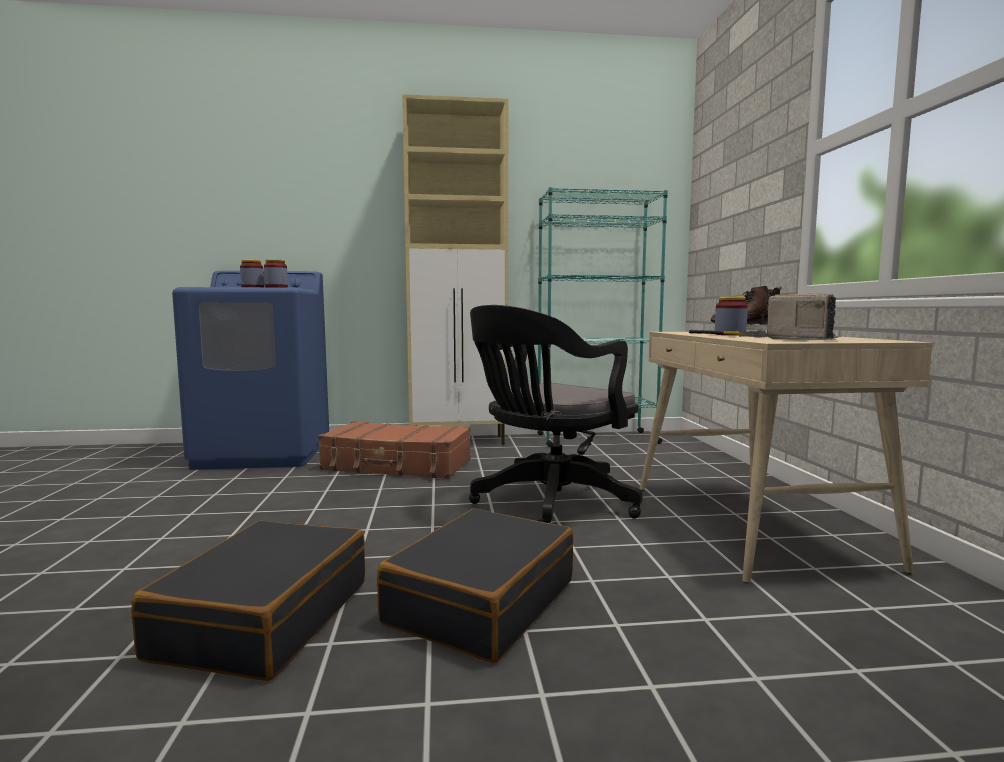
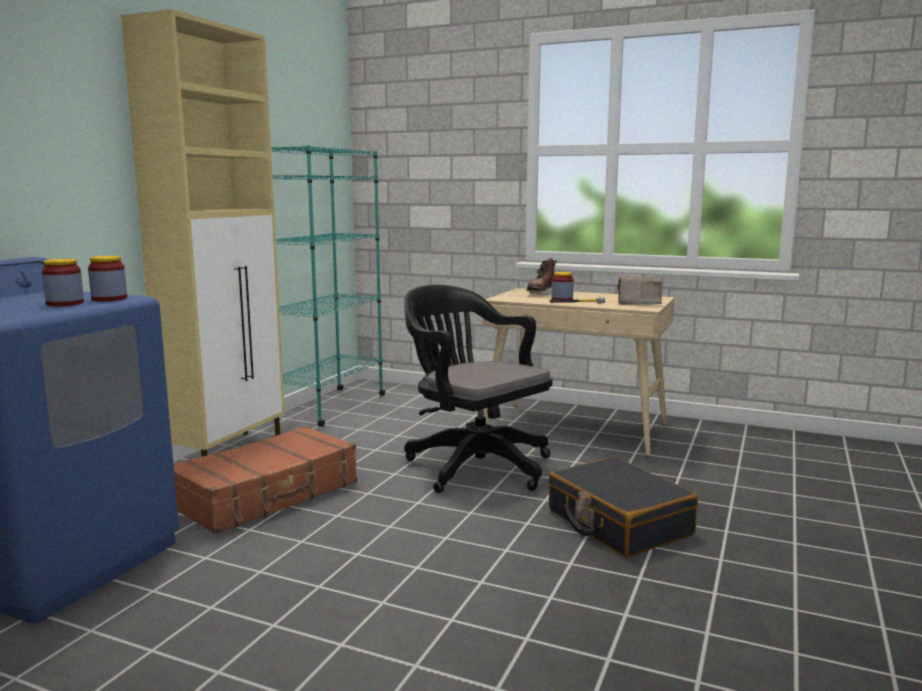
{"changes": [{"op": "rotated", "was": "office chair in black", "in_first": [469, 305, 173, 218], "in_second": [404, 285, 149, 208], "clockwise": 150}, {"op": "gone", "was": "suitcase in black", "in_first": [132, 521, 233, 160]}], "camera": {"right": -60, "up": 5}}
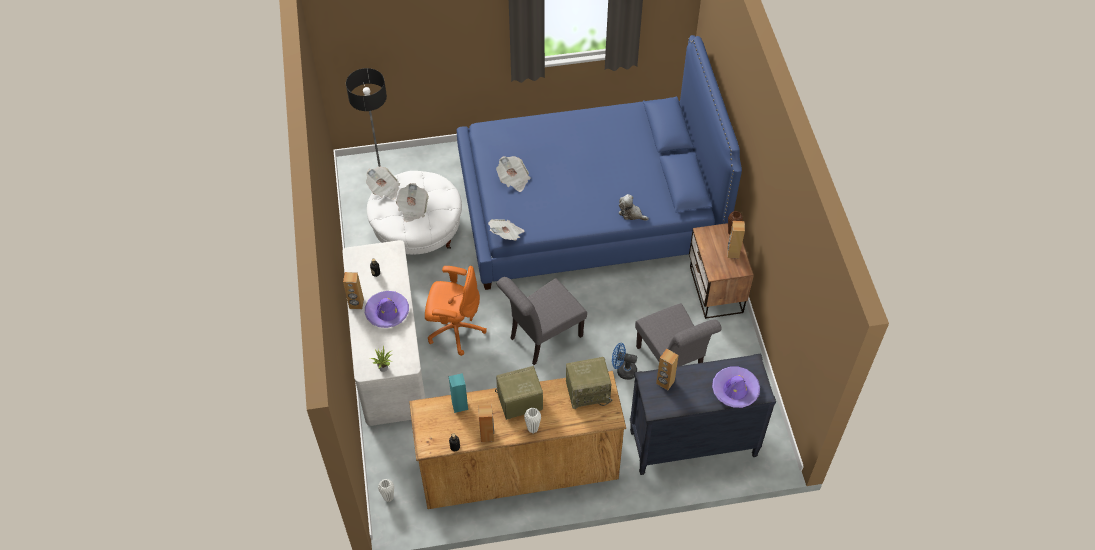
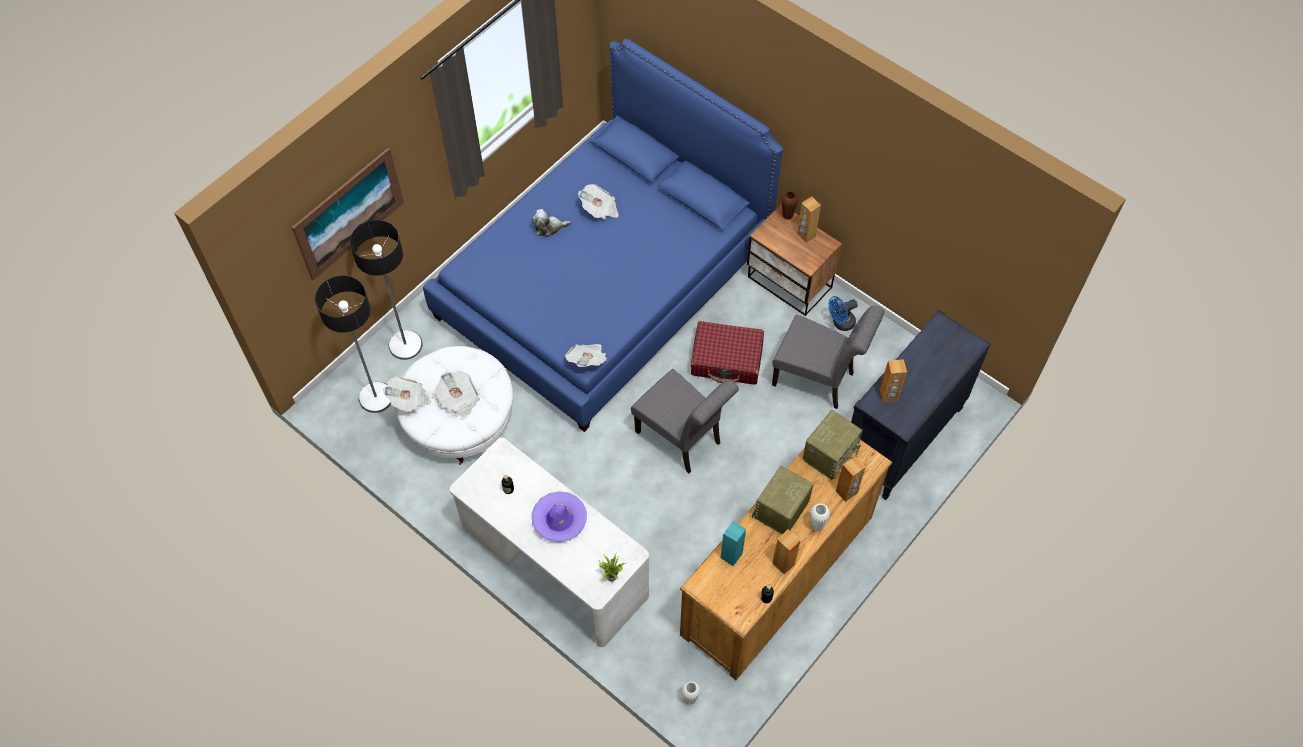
{"changes": [{"op": "shifted", "was": "newspaper", "in_first": [496, 156, 34, 36], "in_second": [578, 184, 41, 35]}, {"op": "shifted", "was": "plush toy", "in_first": [619, 194, 29, 26], "in_second": [532, 209, 39, 28]}, {"op": "gone", "was": "office chair in orange", "in_first": [425, 266, 62, 90]}, {"op": "shifted", "was": "speaker in brown", "in_first": [343, 272, 21, 37], "in_second": [836, 456, 30, 46]}, {"op": "rotated", "was": "chair in grey", "in_first": [497, 277, 90, 88], "in_second": [631, 369, 108, 104], "clockwise": -60}, {"op": "shifted", "was": "fan in blue", "in_first": [612, 343, 25, 37], "in_second": [829, 296, 29, 35]}, {"op": "gone", "was": "hat in purple", "in_first": [712, 366, 48, 42]}, {"op": "new", "now": "picture", "in_second": [292, 148, 112, 132]}, {"op": "new", "now": "floor lamp", "in_second": [350, 220, 73, 140]}, {"op": "new", "now": "suitcase in red", "in_second": [691, 321, 73, 64]}], "camera": {"right": -40, "up": 5}}
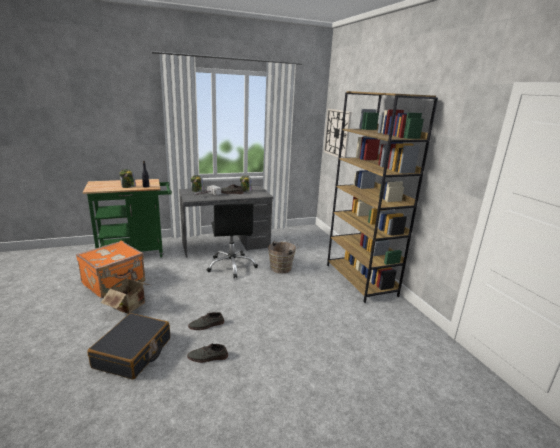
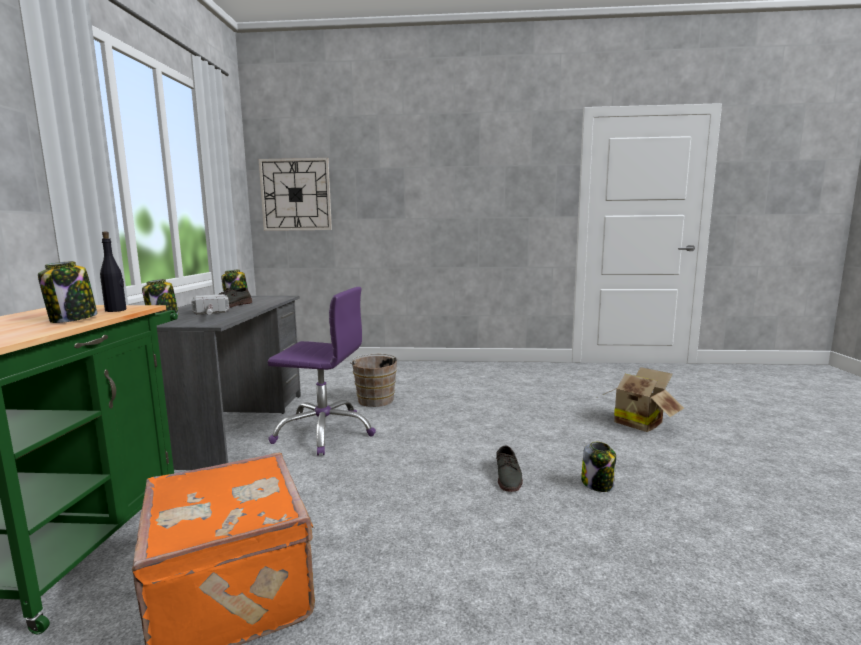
{"changes": [{"op": "gone", "was": "bookcase in brown", "in_first": [327, 91, 111, 212]}, {"op": "repainted", "was": "office chair in black", "now": "office chair in purple", "in_first": [206, 202, 52, 76], "in_second": [268, 287, 108, 168]}, {"op": "shifted", "was": "cardboard box", "in_first": [101, 276, 48, 38], "in_second": [603, 367, 81, 65]}, {"op": "gone", "was": "suitcase in black", "in_first": [87, 313, 83, 67]}, {"op": "swapped", "was": "shoe in grey", "now": "jar", "in_first": [187, 342, 41, 21], "in_second": [581, 442, 35, 50]}], "camera": {"right": -65, "up": -10}}
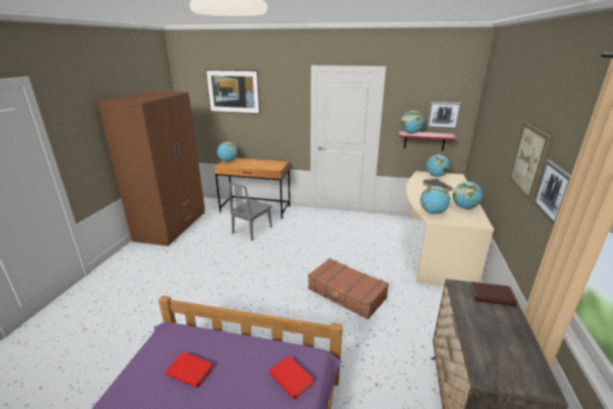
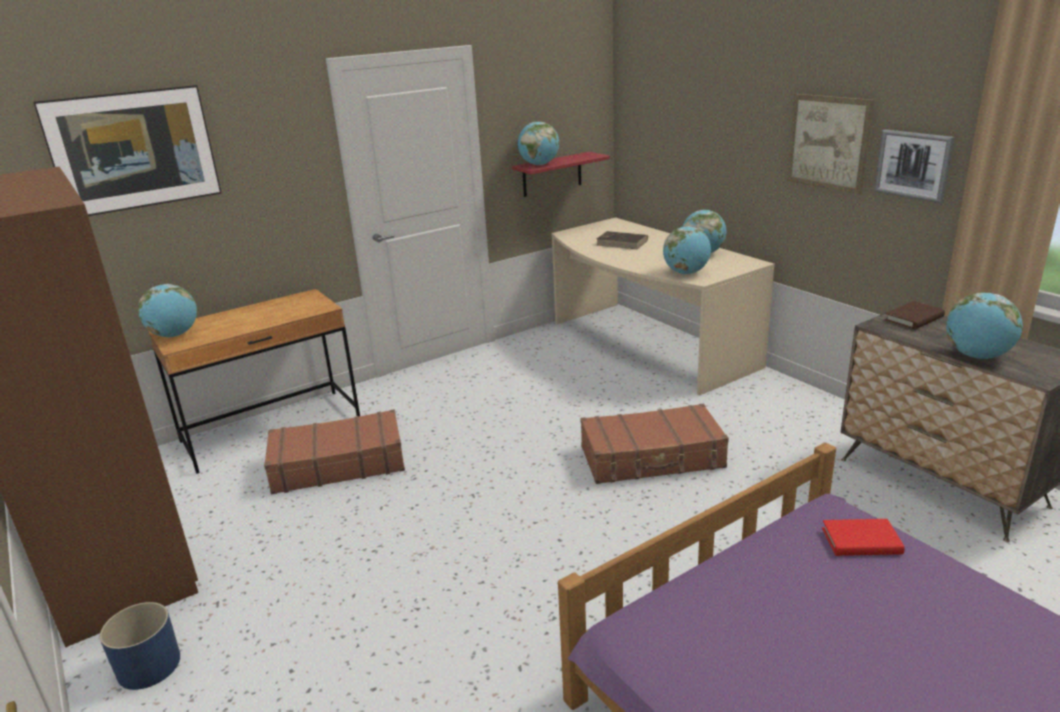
{"changes": [{"op": "gone", "was": "picture", "in_first": [427, 102, 35, 27]}, {"op": "shifted", "was": "globe", "in_first": [426, 155, 24, 22], "in_second": [946, 293, 77, 66]}, {"op": "swapped", "was": "chair in grey", "now": "suitcase in brown", "in_first": [229, 182, 43, 59], "in_second": [264, 409, 141, 85]}, {"op": "gone", "was": "book in red", "in_first": [166, 352, 47, 36]}, {"op": "new", "now": "planter in blue", "in_second": [100, 602, 80, 88]}], "camera": {"right": -45, "up": 0}}
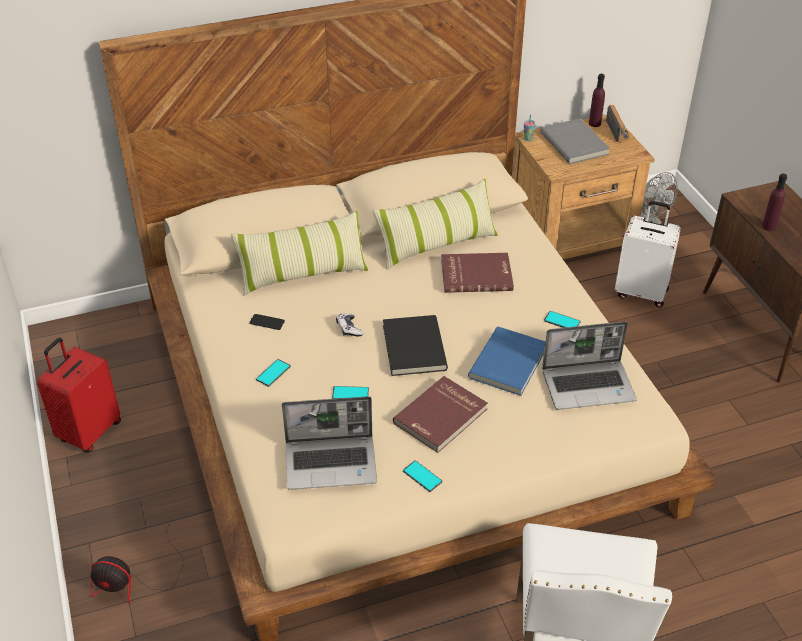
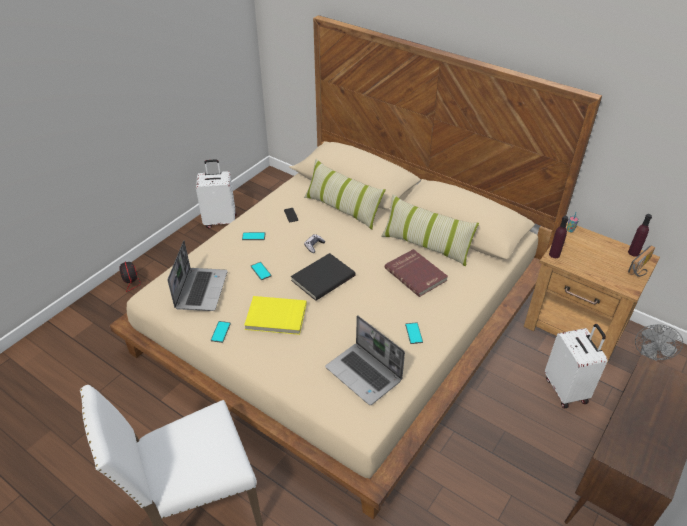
{"changes": [{"op": "gone", "was": "book in grey", "in_first": [540, 118, 70, 46]}, {"op": "shifted", "was": "bottle in purple", "in_first": [762, 174, 25, 57], "in_second": [549, 216, 19, 42]}, {"op": "gone", "was": "book in blue", "in_first": [468, 327, 78, 69]}, {"op": "repainted", "was": "suitcase in red", "now": "suitcase in white", "in_first": [37, 337, 84, 116], "in_second": [196, 159, 41, 69]}, {"op": "repainted", "was": "book in red", "now": "book in yellow", "in_first": [393, 376, 95, 77], "in_second": [244, 296, 63, 39]}, {"op": "rotated", "was": "laptop", "in_first": [282, 396, 95, 94], "in_second": [168, 241, 60, 70], "clockwise": -135}], "camera": {"right": 55, "up": 0}}
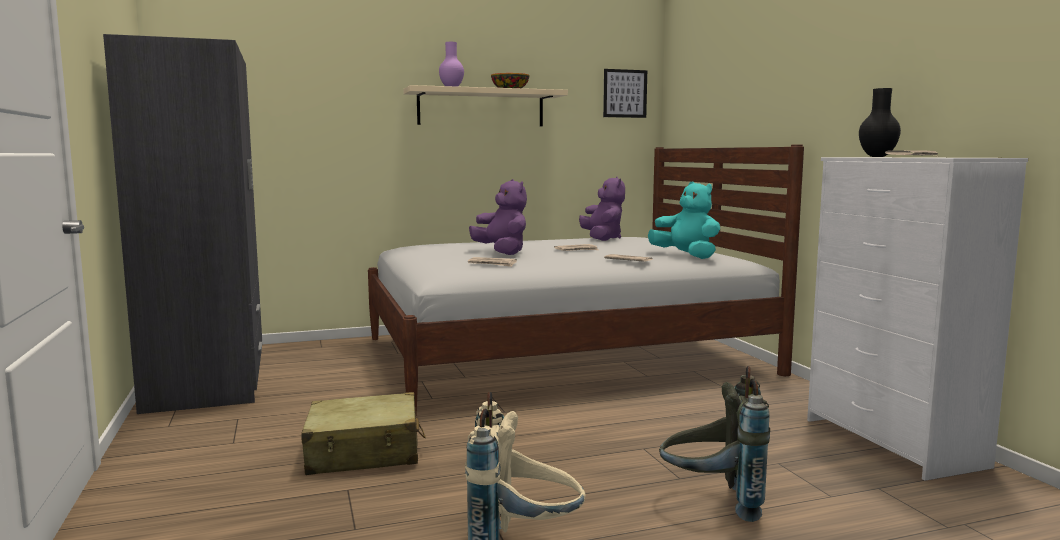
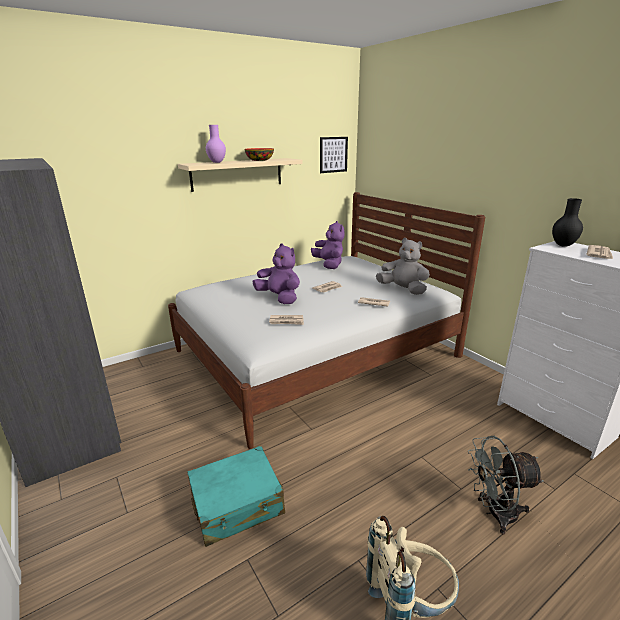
{"changes": [{"op": "repainted", "was": "plush toy in turquoise", "now": "plush toy in grey", "in_first": [648, 182, 72, 77], "in_second": [376, 238, 54, 57]}, {"op": "swapped", "was": "backpack in grey", "now": "fan in grey", "in_first": [659, 366, 111, 156], "in_second": [468, 436, 76, 99]}, {"op": "repainted", "was": "suitcase in beige", "now": "suitcase in turquoise", "in_first": [301, 392, 125, 83], "in_second": [187, 446, 98, 101]}], "camera": {"right": -15, "up": 15}}
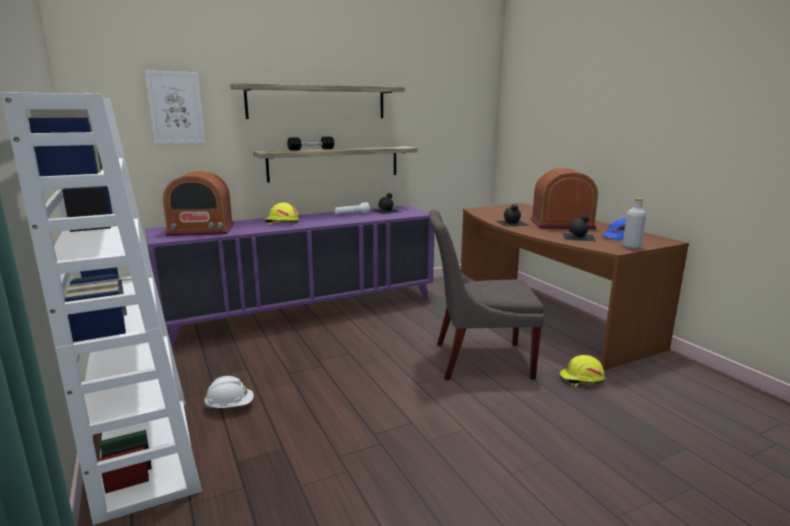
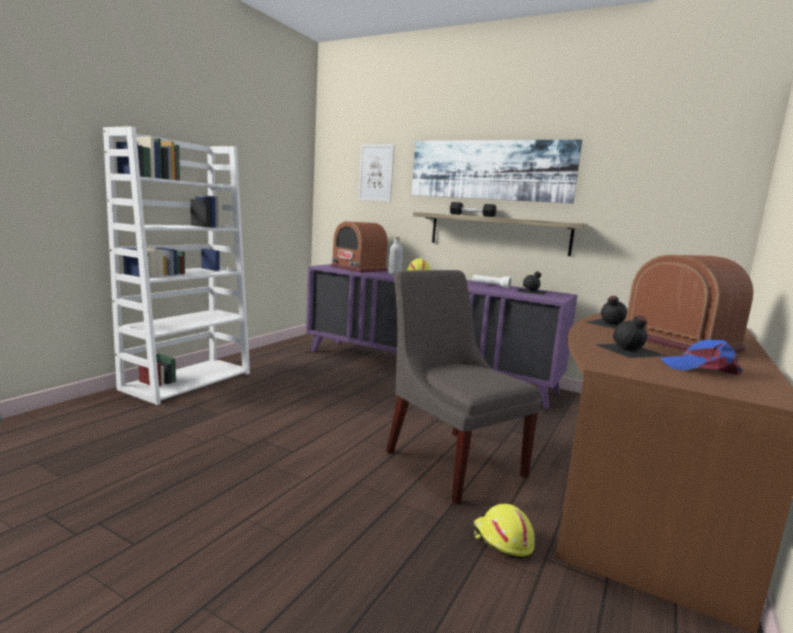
{"changes": [{"op": "swapped", "was": "shelf", "now": "picture", "in_first": [230, 83, 175, 36], "in_second": [412, 140, 170, 63]}, {"op": "shifted", "was": "bottle in grey", "in_first": [623, 198, 23, 51], "in_second": [388, 237, 15, 38]}, {"op": "gone", "was": "hard hat in white", "in_first": [204, 376, 50, 33]}], "camera": {"right": 55, "up": -5}}
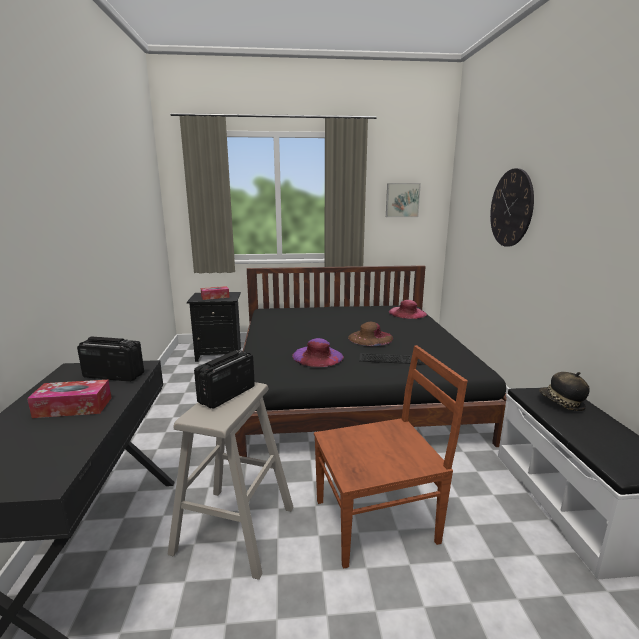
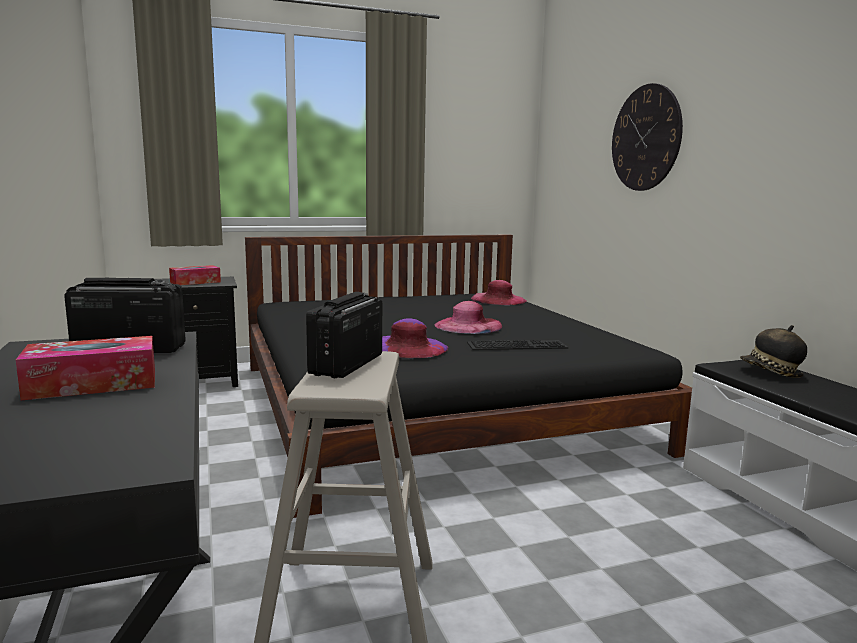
{"changes": [{"op": "gone", "was": "picture", "in_first": [386, 183, 35, 34]}, {"op": "repainted", "was": "hat in brown", "now": "hat in pink", "in_first": [348, 322, 45, 24], "in_second": [434, 301, 68, 33]}, {"op": "gone", "was": "chair in brown", "in_first": [314, 345, 154, 224]}], "camera": {"right": -15, "up": -5}}
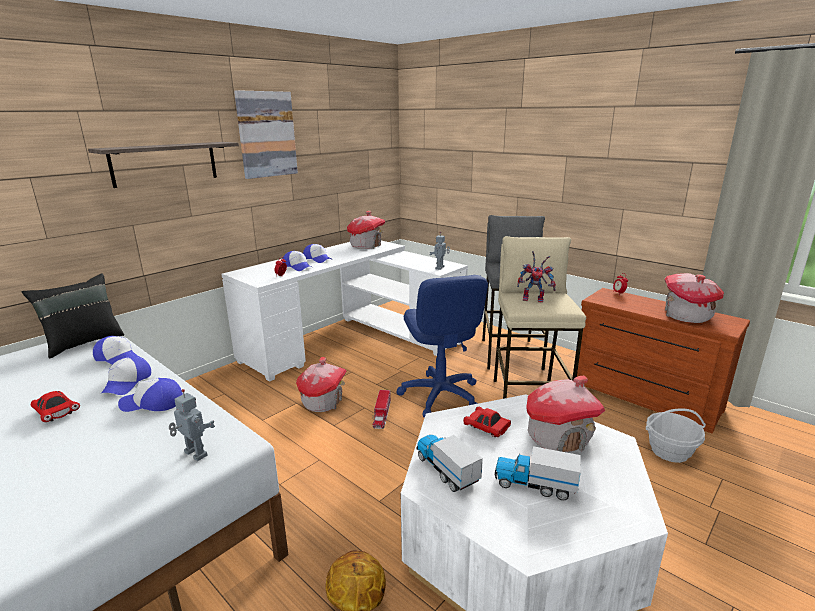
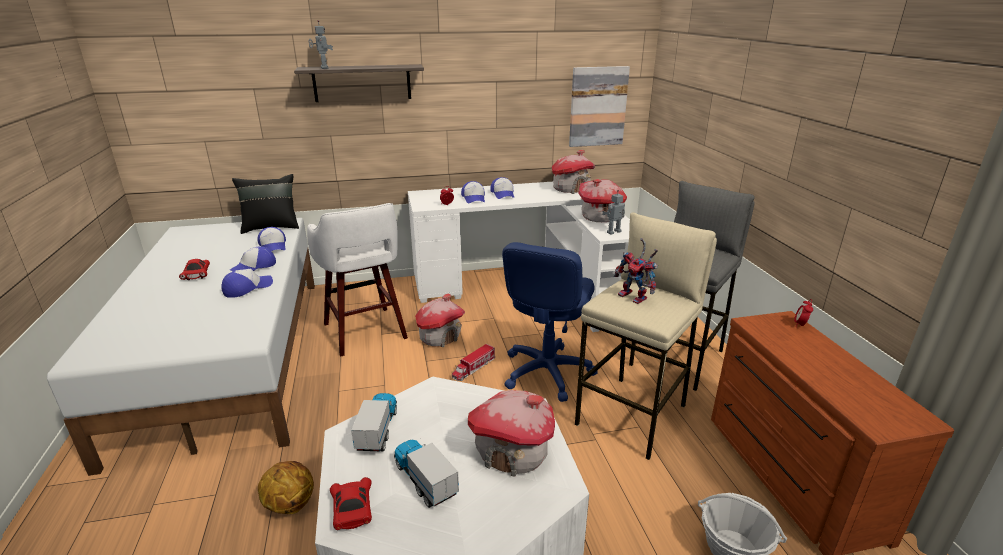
{"changes": [{"op": "shifted", "was": "picture", "in_first": [234, 90, 64, 89], "in_second": [569, 66, 61, 81]}, {"op": "shifted", "was": "toy house", "in_first": [664, 273, 60, 50], "in_second": [578, 179, 49, 43]}, {"op": "rotated", "was": "cap", "in_first": [118, 378, 65, 34], "in_second": [221, 269, 52, 29], "clockwise": 105}, {"op": "shifted", "was": "toy robot", "in_first": [169, 389, 46, 72], "in_second": [308, 20, 25, 49]}, {"op": "shifted", "was": "toy car in red", "in_first": [463, 407, 48, 30], "in_second": [330, 477, 42, 53]}, {"op": "new", "now": "stool in white", "in_second": [307, 203, 101, 154]}], "camera": {"right": 35, "up": 5}}
